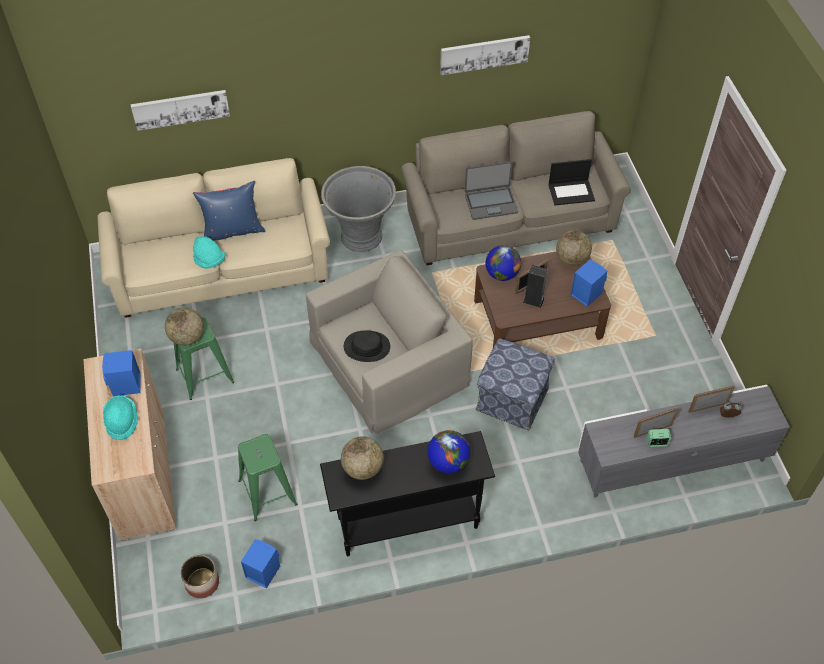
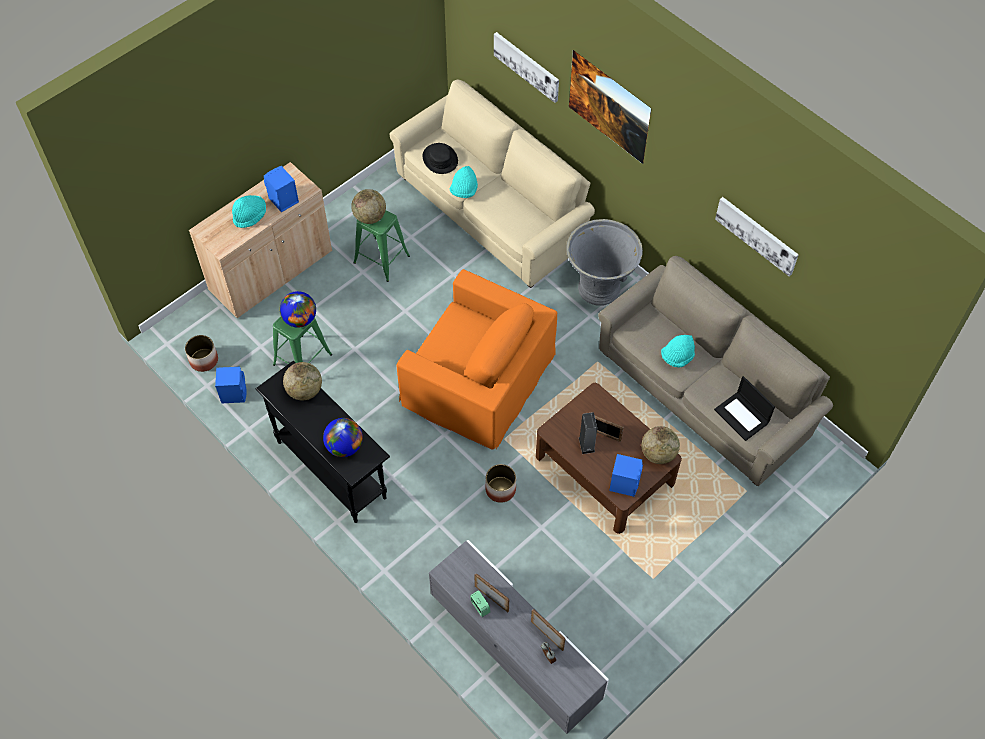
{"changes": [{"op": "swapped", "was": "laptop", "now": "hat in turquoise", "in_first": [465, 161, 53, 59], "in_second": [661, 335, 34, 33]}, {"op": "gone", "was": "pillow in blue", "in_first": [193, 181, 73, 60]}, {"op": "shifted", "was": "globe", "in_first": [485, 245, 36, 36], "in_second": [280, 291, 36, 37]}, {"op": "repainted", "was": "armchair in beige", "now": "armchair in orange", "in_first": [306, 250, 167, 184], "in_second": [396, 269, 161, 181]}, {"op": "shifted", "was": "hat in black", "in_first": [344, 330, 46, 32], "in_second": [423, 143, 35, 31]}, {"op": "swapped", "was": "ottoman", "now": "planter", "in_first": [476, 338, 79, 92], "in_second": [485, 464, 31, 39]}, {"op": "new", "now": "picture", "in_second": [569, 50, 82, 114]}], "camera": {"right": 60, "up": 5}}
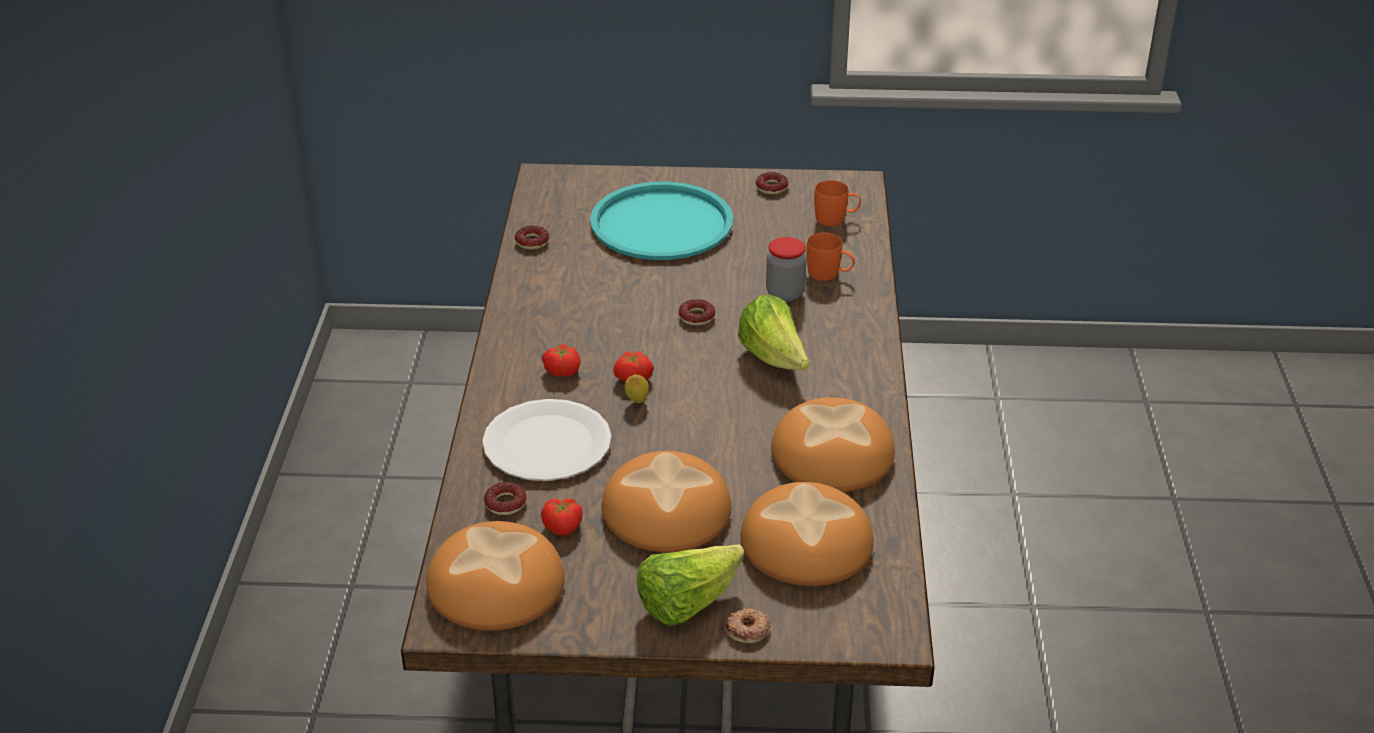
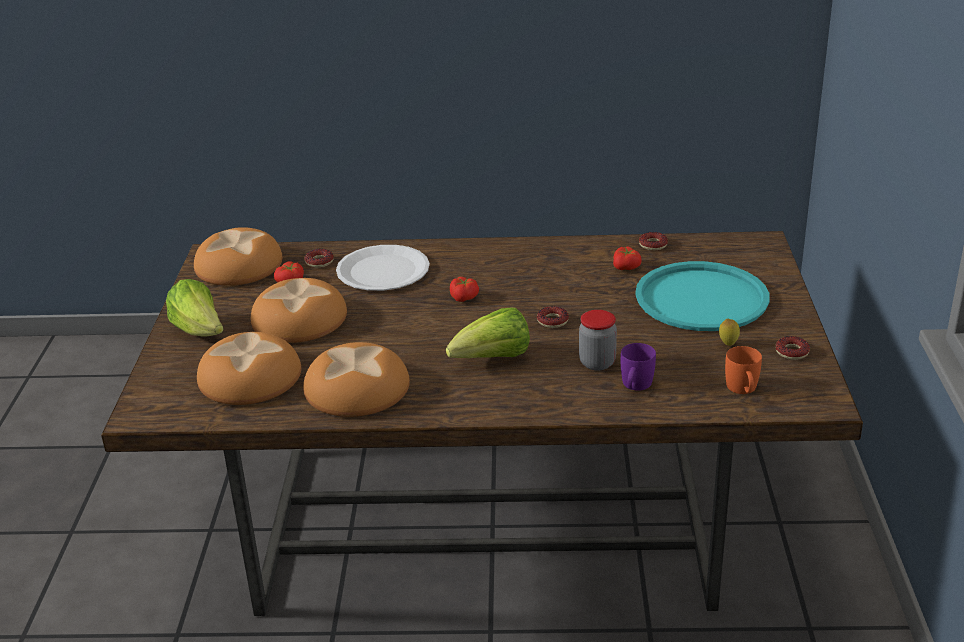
{"changes": [{"op": "repainted", "was": "mug in orange", "now": "mug in purple", "in_first": [807, 232, 48, 49], "in_second": [621, 343, 35, 48]}, {"op": "shifted", "was": "tomato", "in_first": [542, 344, 39, 33], "in_second": [613, 246, 29, 24]}, {"op": "shifted", "was": "lemon", "in_first": [625, 374, 24, 29], "in_second": [719, 319, 21, 27]}, {"op": "gone", "was": "donut", "in_first": [725, 608, 46, 35]}], "camera": {"right": 90, "up": -5}}
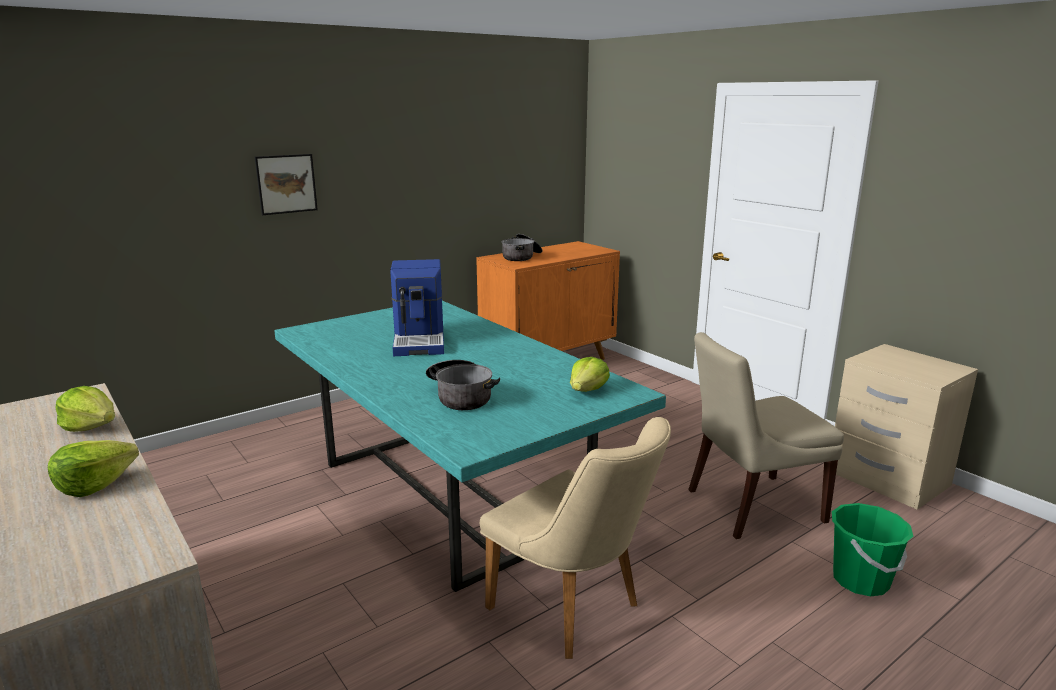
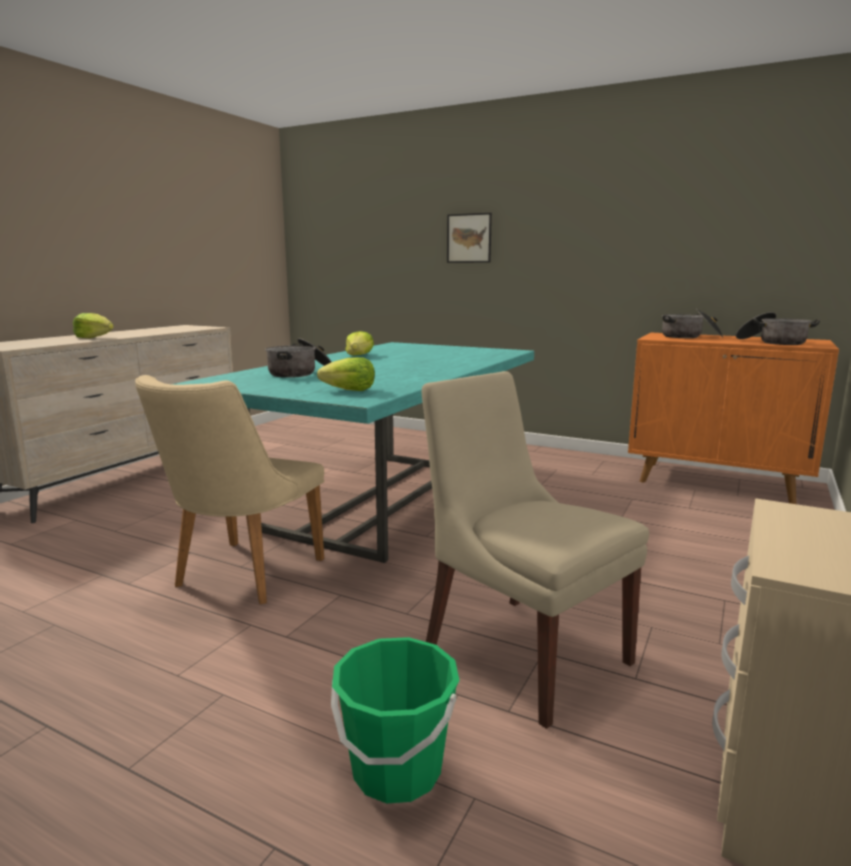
{"changes": [{"op": "gone", "was": "coffee machine", "in_first": [390, 259, 54, 97]}, {"op": "shifted", "was": "lettuce", "in_first": [55, 386, 60, 46], "in_second": [345, 331, 29, 25]}, {"op": "new", "now": "cooking pot", "in_second": [736, 312, 84, 33]}], "camera": {"right": 65, "up": -5}}
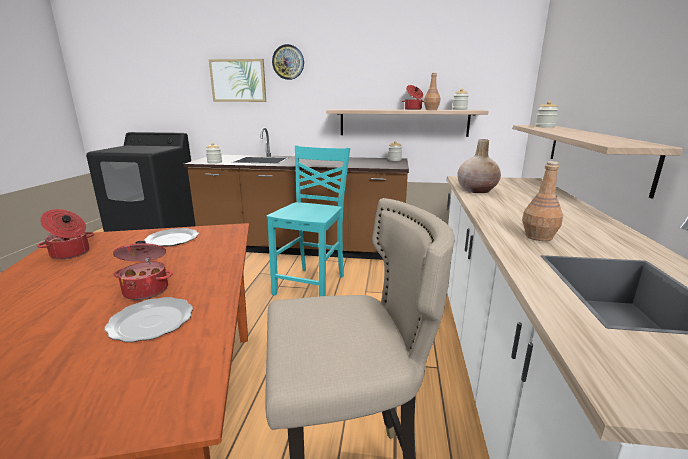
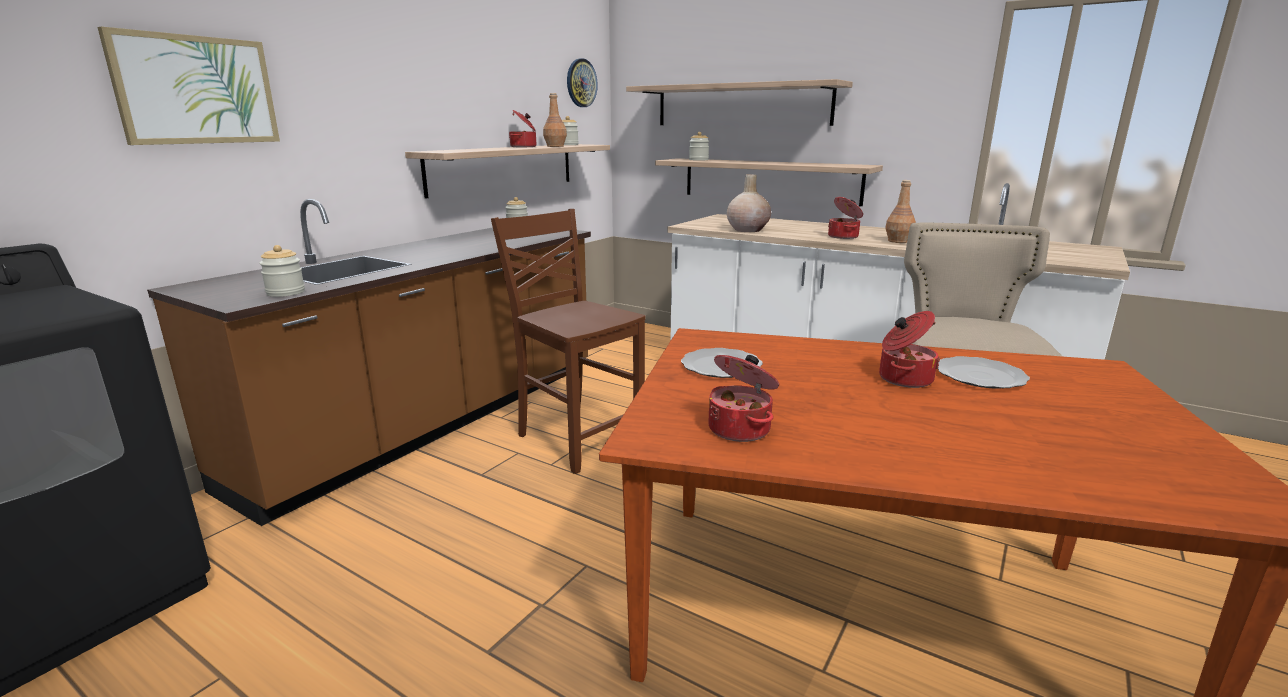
{"changes": [{"op": "shifted", "was": "wall clock", "in_first": [272, 44, 32, 36], "in_second": [567, 58, 31, 49]}, {"op": "repainted", "was": "chair in turquoise", "now": "chair in brown", "in_first": [267, 145, 83, 151], "in_second": [491, 209, 154, 265]}, {"op": "new", "now": "shelf", "in_second": [626, 79, 227, 47]}, {"op": "new", "now": "cooking pot", "in_second": [828, 197, 35, 42]}], "camera": {"right": -65, "up": 0}}
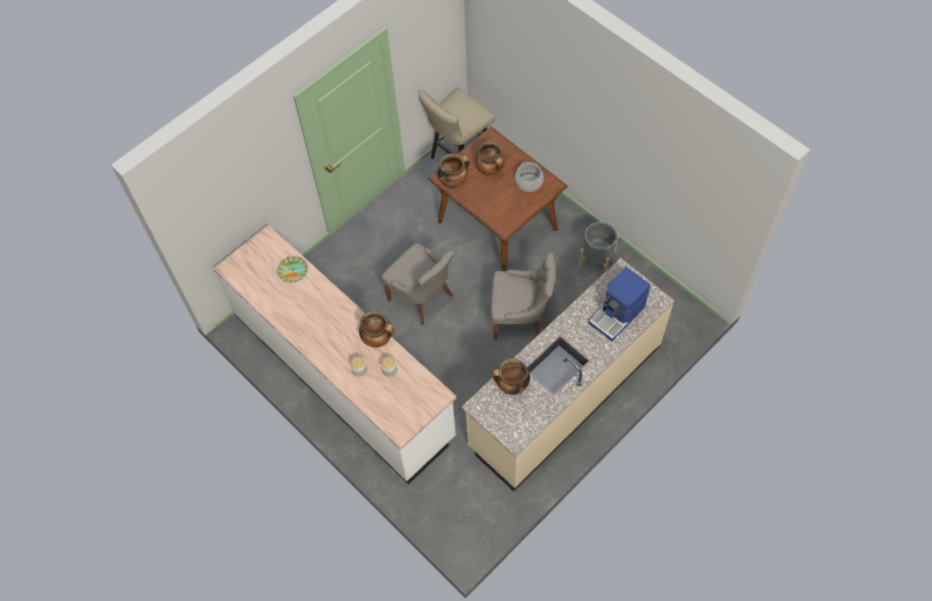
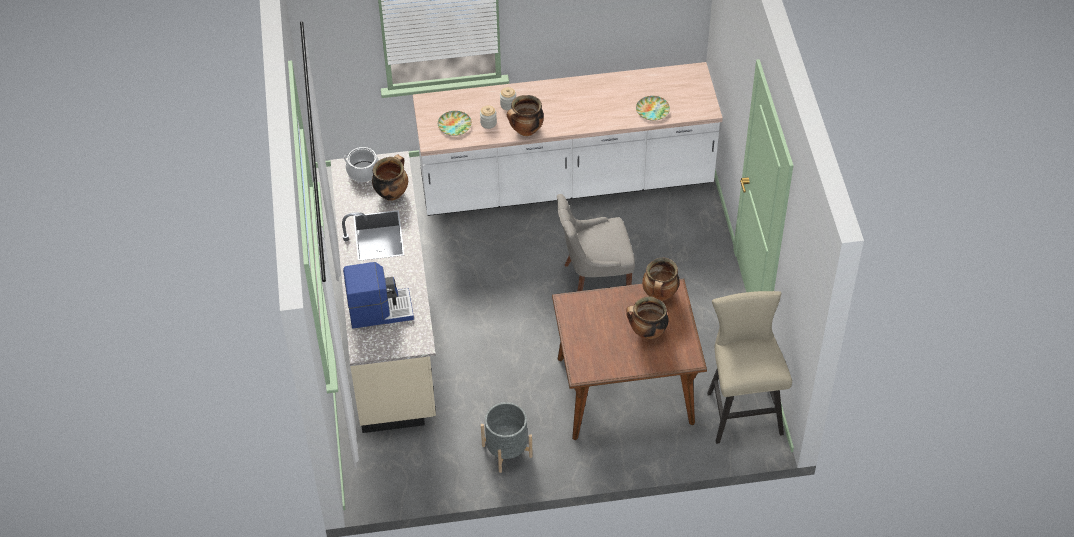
{"changes": [{"op": "shifted", "was": "cooking pot", "in_first": [515, 161, 29, 31], "in_second": [344, 147, 35, 35]}, {"op": "gone", "was": "chair in grey", "in_first": [491, 252, 65, 87]}, {"op": "rotated", "was": "coffee machine", "in_first": [588, 267, 62, 74], "in_second": [343, 262, 71, 67], "clockwise": 90}, {"op": "new", "now": "plate", "in_second": [438, 111, 34, 25]}], "camera": {"right": 125, "up": -10}}
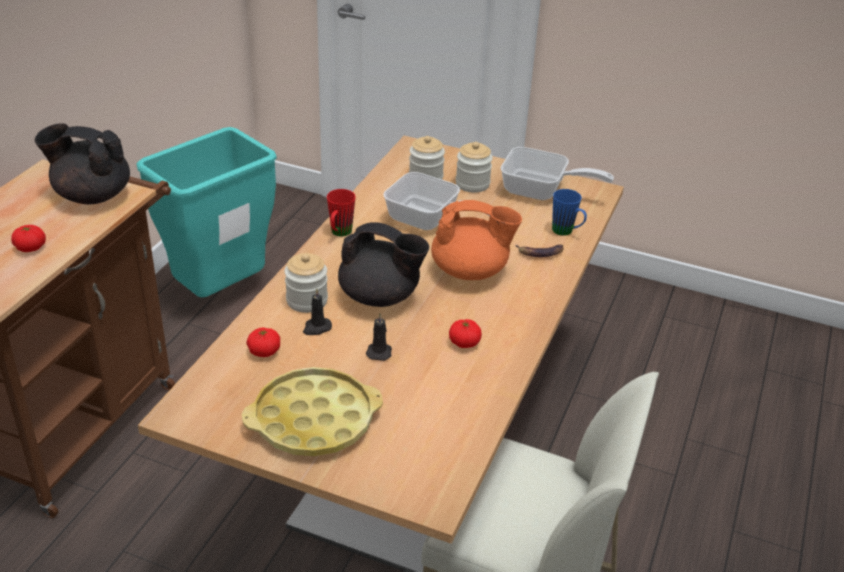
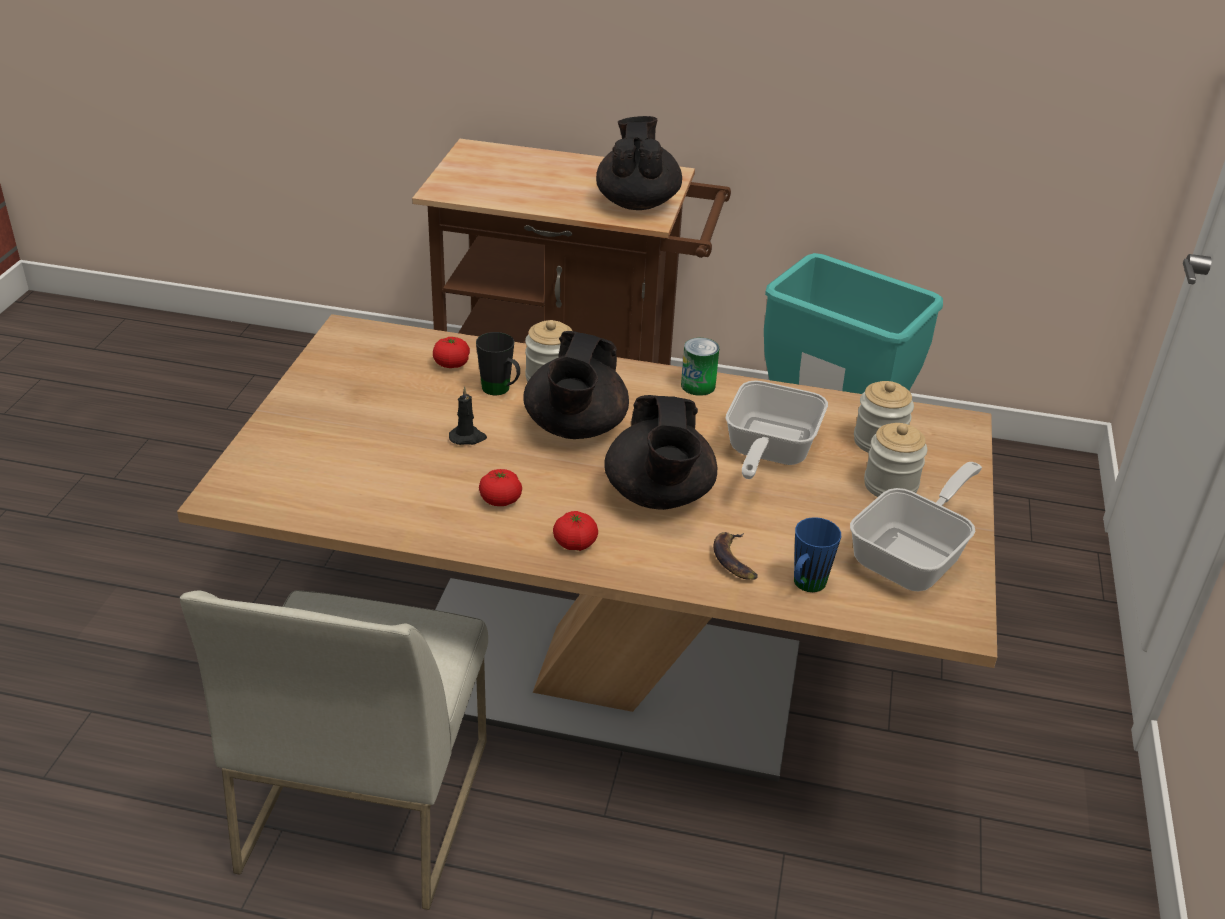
{"changes": [{"op": "rotated", "was": "frying pan", "in_first": [501, 147, 113, 53], "in_second": [850, 462, 132, 129], "clockwise": -150}, {"op": "swapped", "was": "mug in red", "now": "can", "in_first": [327, 189, 29, 47], "in_second": [681, 338, 38, 58]}, {"op": "repainted", "was": "teapot in orange", "now": "teapot in black", "in_first": [431, 200, 91, 80], "in_second": [604, 395, 114, 115]}, {"op": "shifted", "was": "tomato", "in_first": [11, 225, 35, 27], "in_second": [553, 511, 45, 40]}, {"op": "swapped", "was": "candle in black", "now": "mug in black", "in_first": [303, 288, 29, 47], "in_second": [476, 332, 44, 63]}, {"op": "gone", "was": "tray in yellow", "in_first": [242, 367, 141, 89]}], "camera": {"right": 80, "up": 0}}
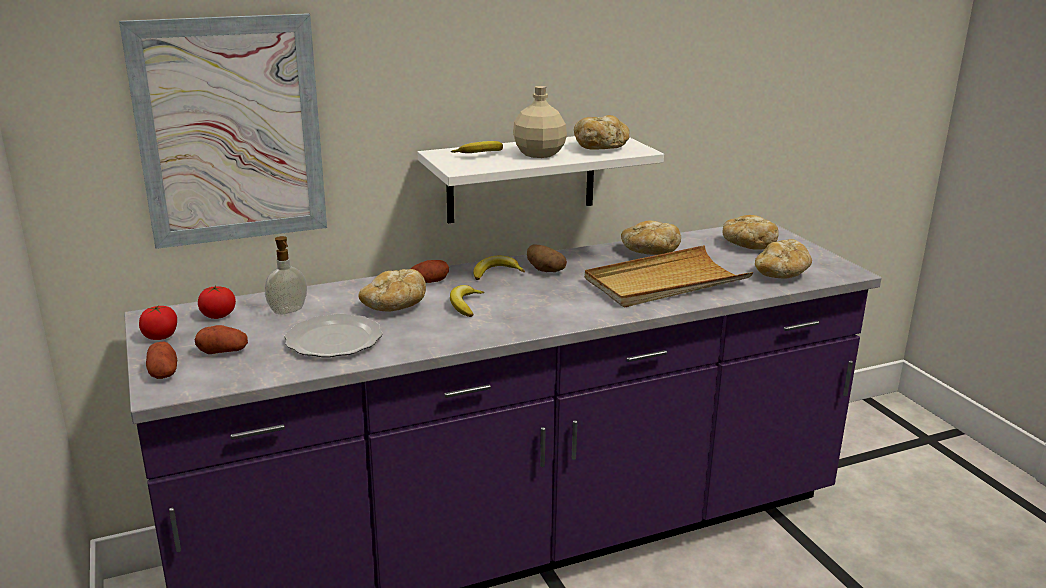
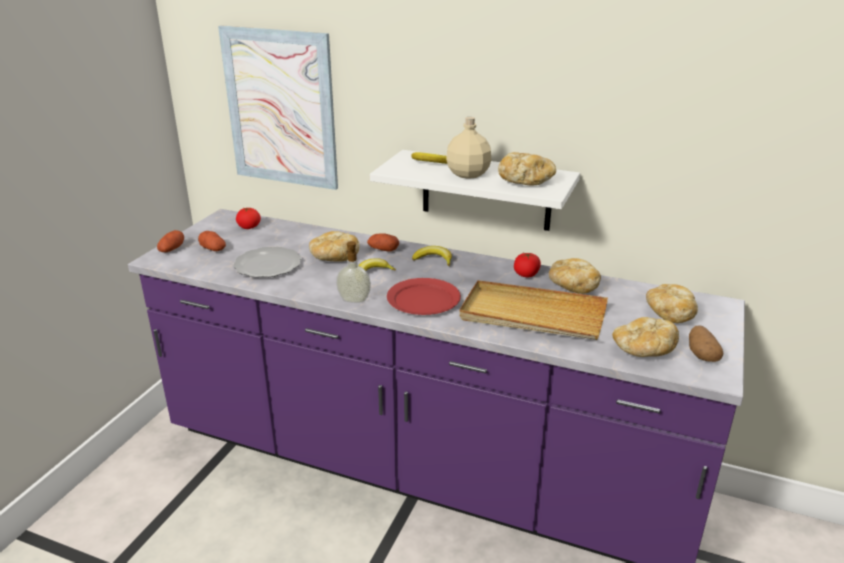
{"changes": [{"op": "shifted", "was": "soap dispenser", "in_first": [265, 236, 42, 79], "in_second": [336, 241, 35, 62]}, {"op": "shifted", "was": "potato", "in_first": [527, 245, 40, 27], "in_second": [689, 325, 34, 37]}, {"op": "shifted", "was": "tomato", "in_first": [139, 305, 38, 35], "in_second": [514, 253, 27, 24]}, {"op": "new", "now": "plate in red", "in_second": [387, 278, 74, 37]}], "camera": {"right": 45, "up": 5}}
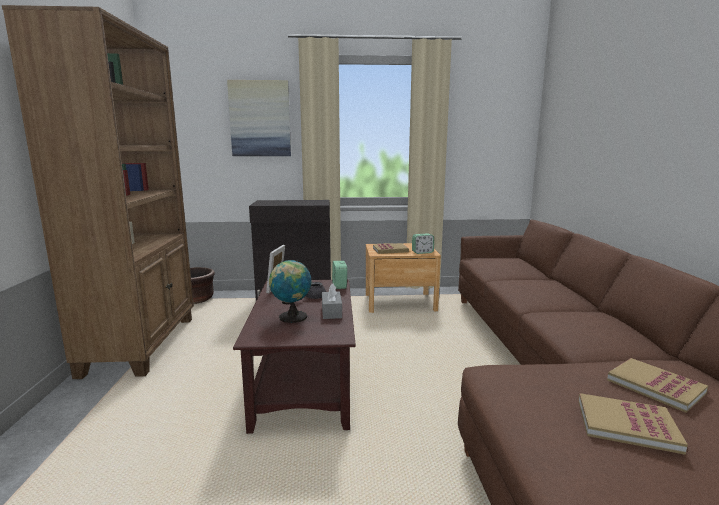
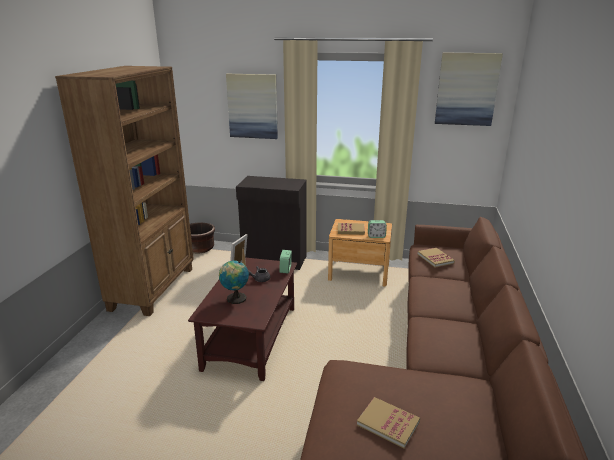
{"changes": [{"op": "gone", "was": "tissue box in grey", "in_first": [322, 284, 20, 35]}, {"op": "shifted", "was": "book", "in_first": [607, 358, 101, 55], "in_second": [418, 248, 37, 20]}, {"op": "new", "now": "picture", "in_second": [435, 52, 68, 74]}], "camera": {"right": 15, "up": 10}}
